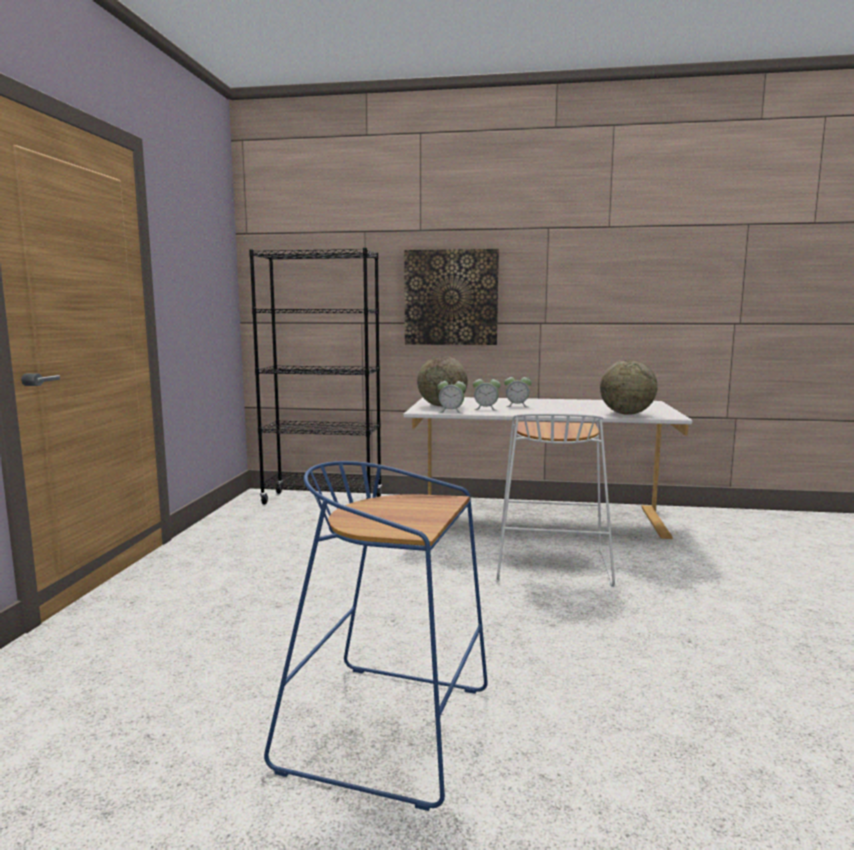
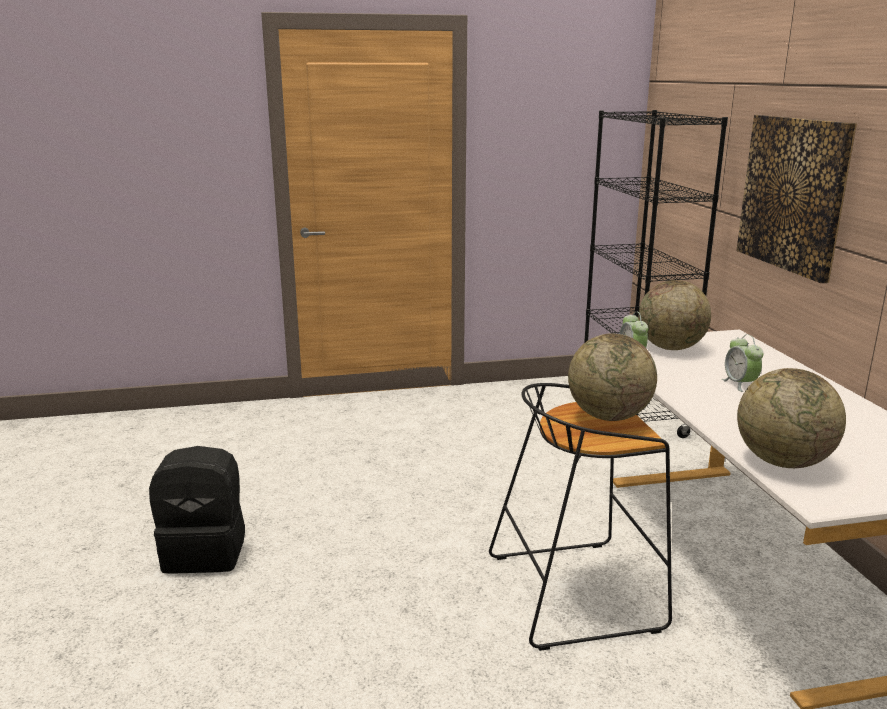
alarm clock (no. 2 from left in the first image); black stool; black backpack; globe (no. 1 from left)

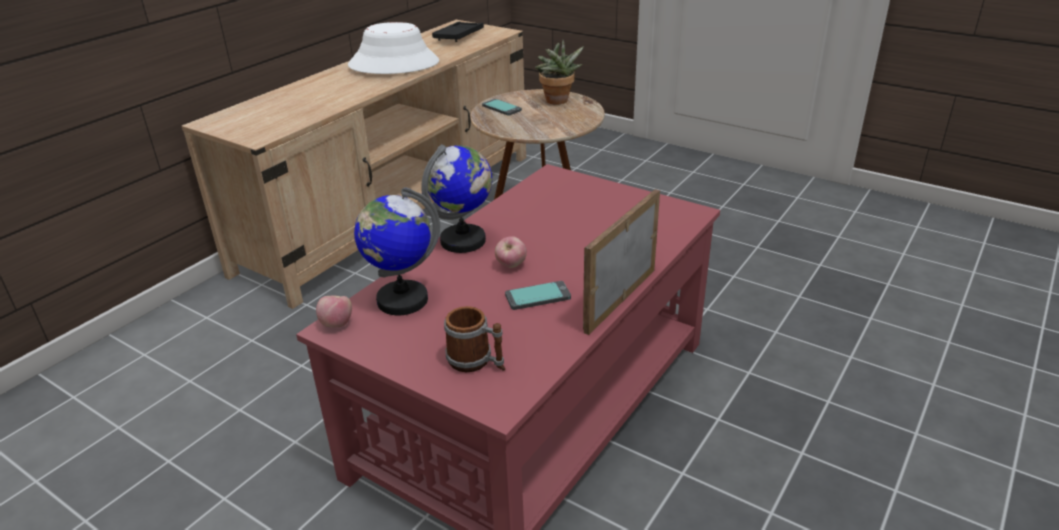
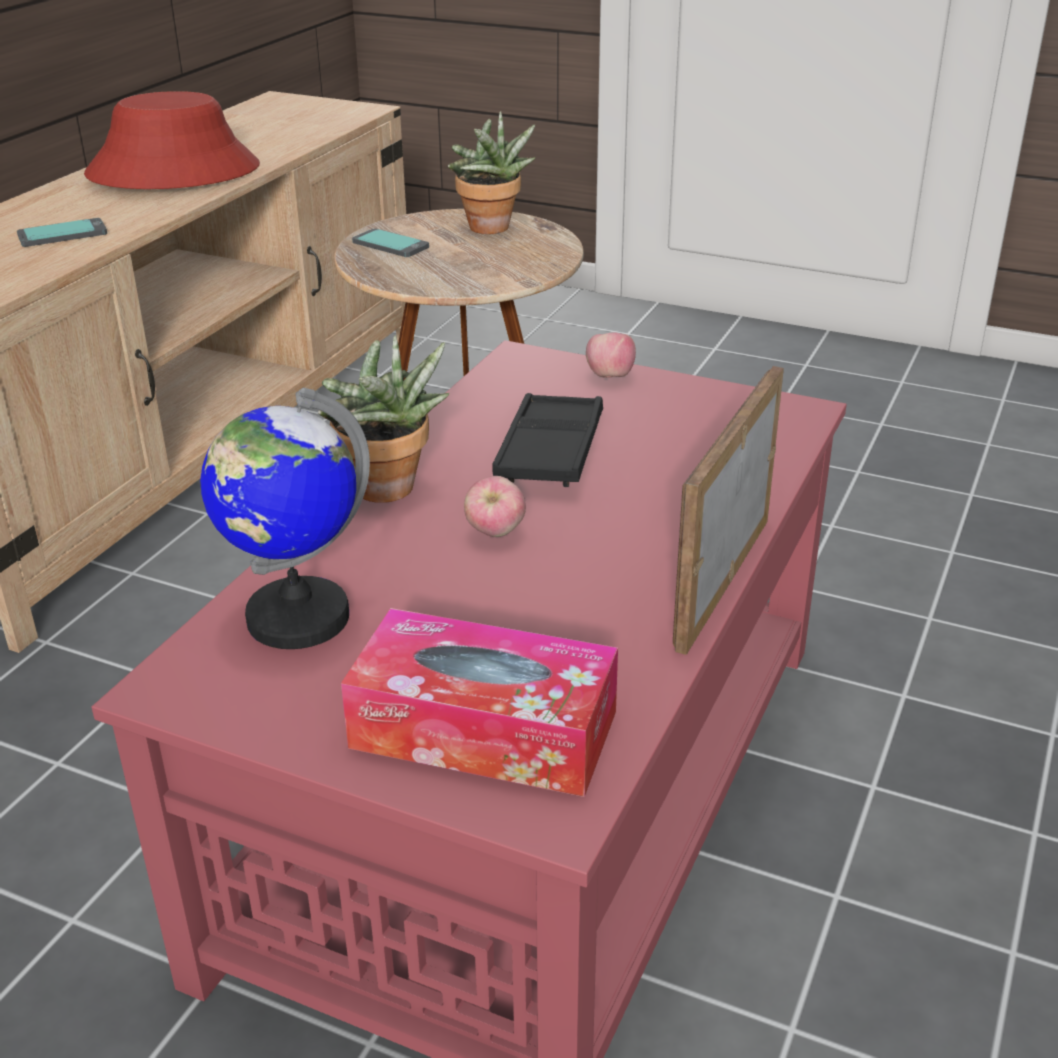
black tray; red hat; potted plant (no. 1 from left); phone (no. 1 from left); apple (no. 2 from left); tissue box

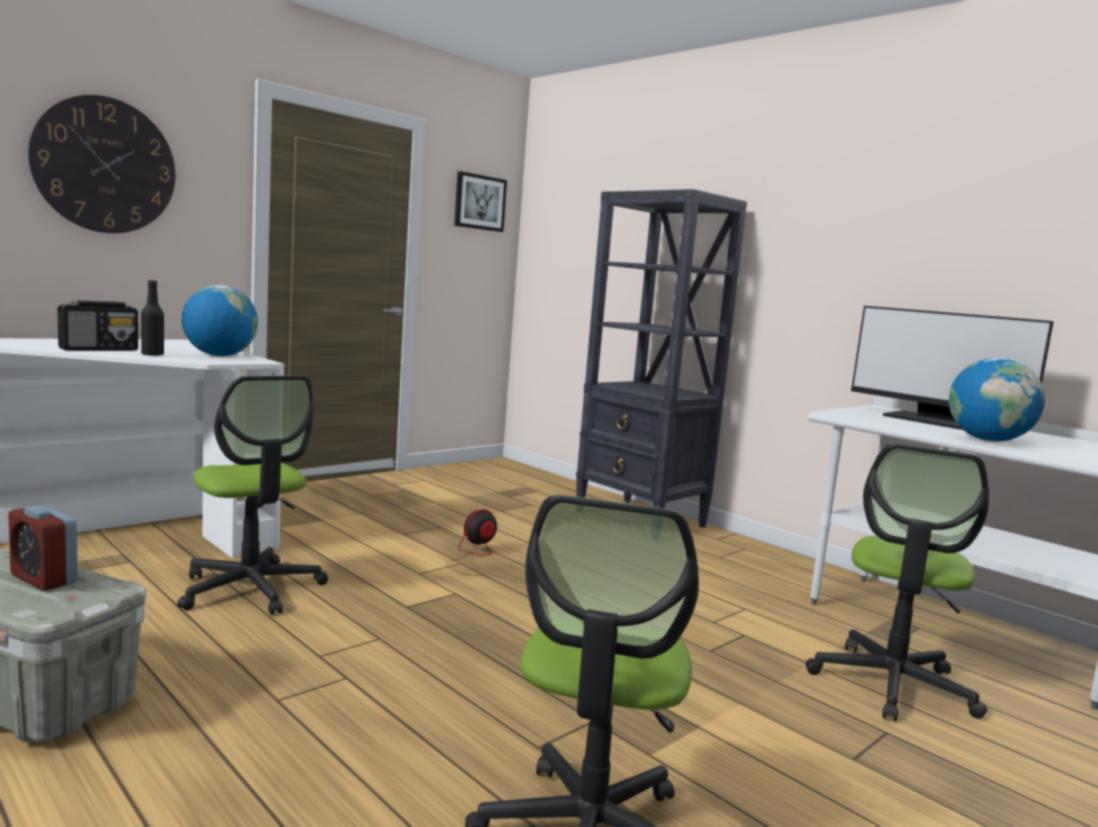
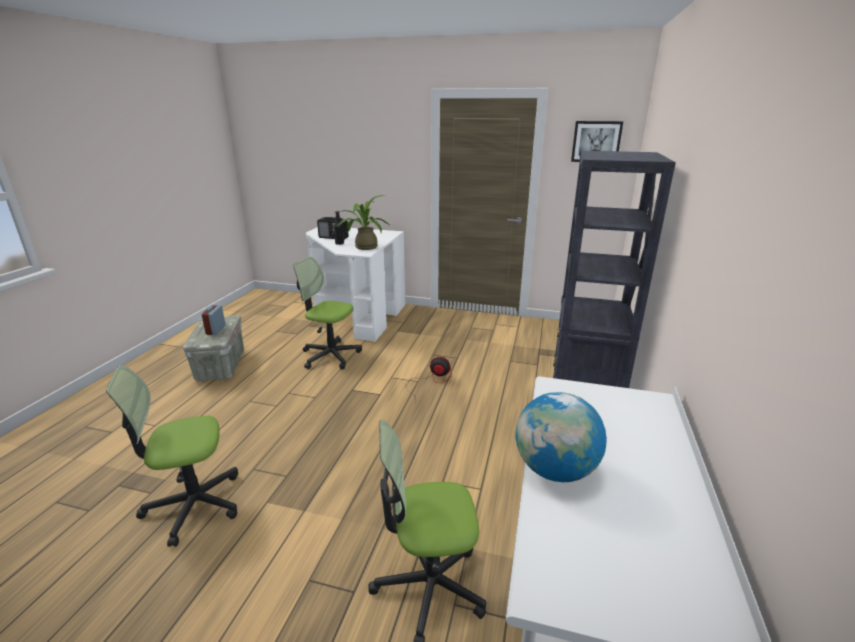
wall clock; potted plant; monitor; office chair (no. 2 from left)

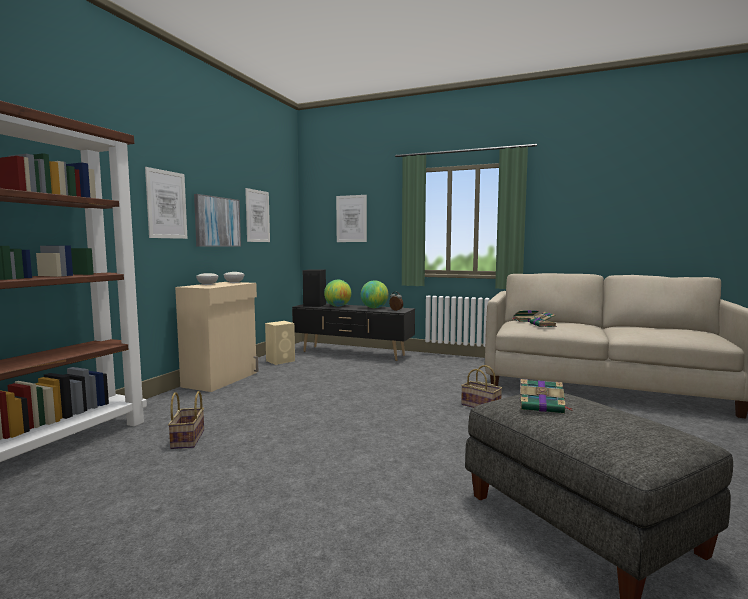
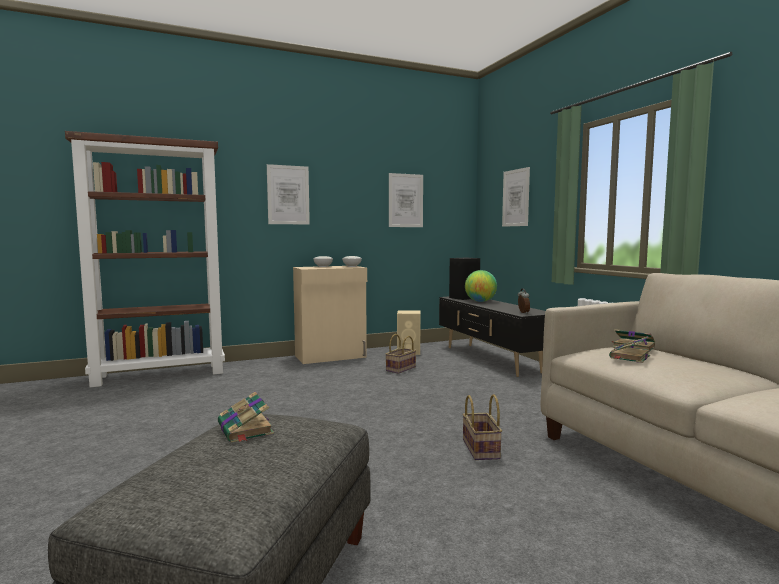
picture (no. 2 from left in the first image); globe (no. 2 from left in the first image); basket (no. 1 from left)

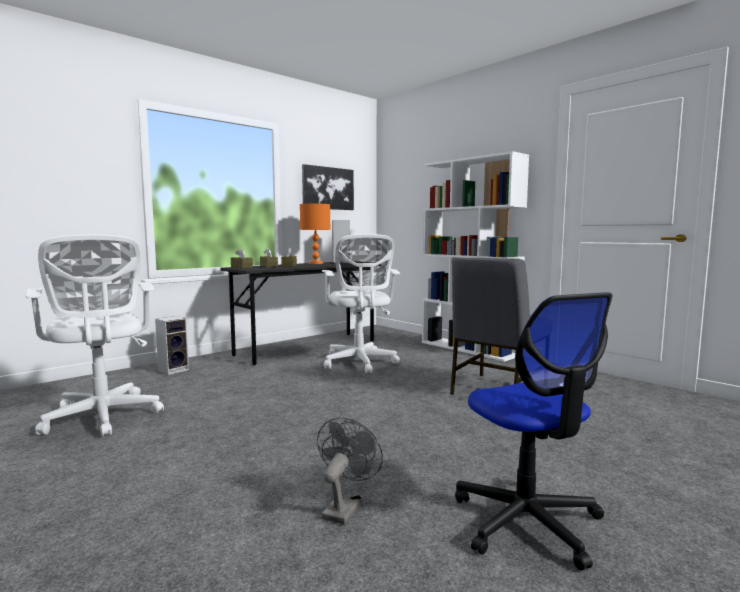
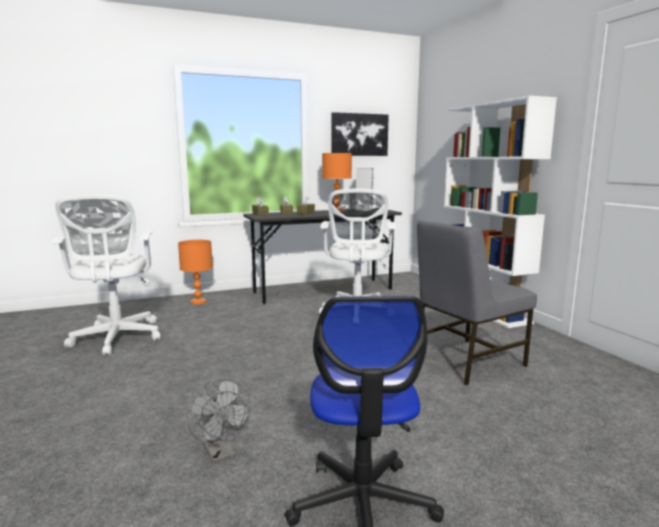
orange table lamp (no. 1 from left); grey fan

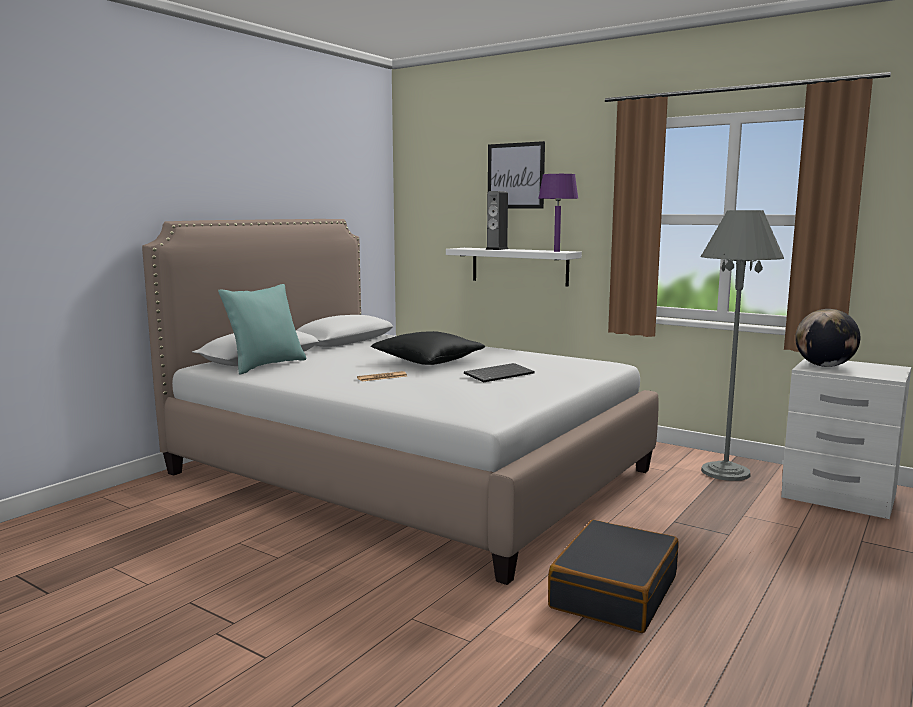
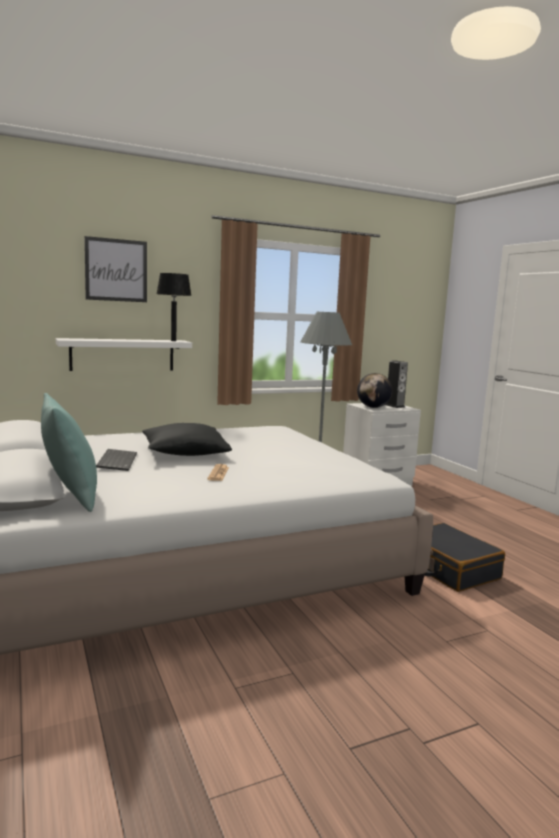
black table lamp; speaker; keyboard

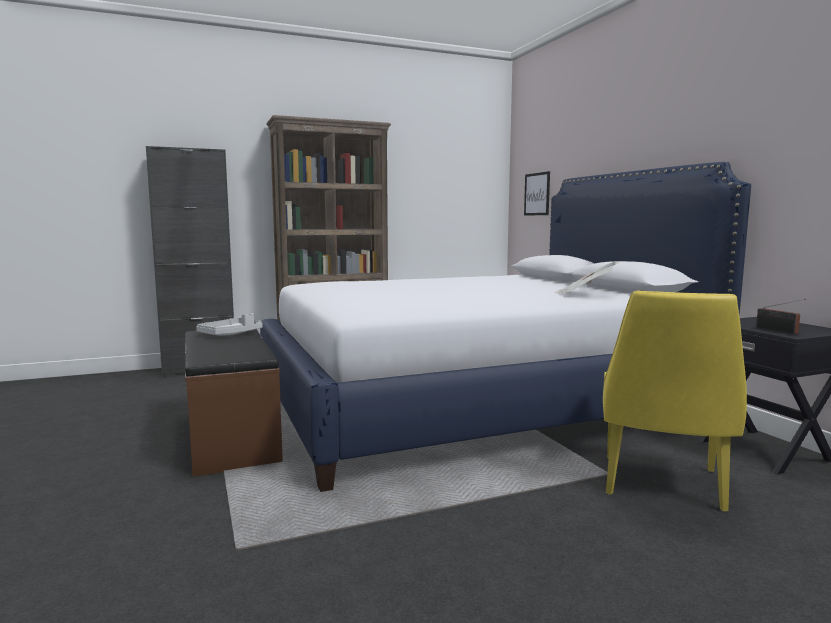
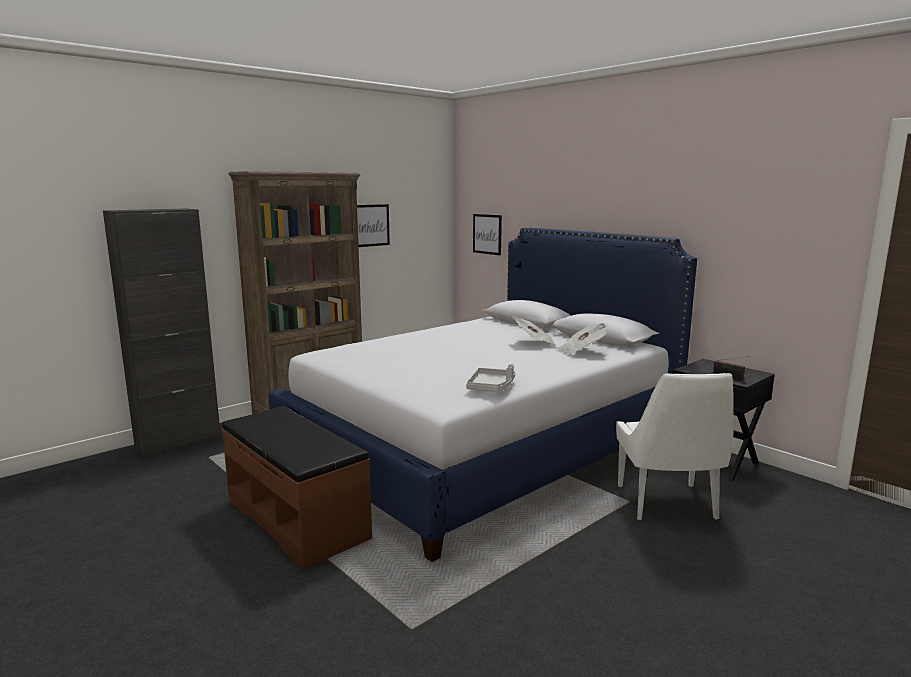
white chair; grey tray; picture (no. 1 from left); newspaper (no. 1 from left)

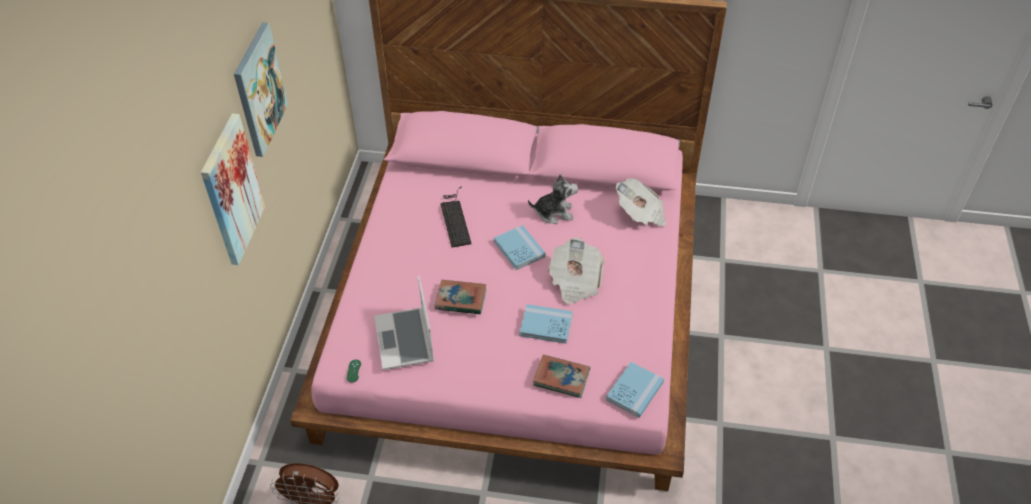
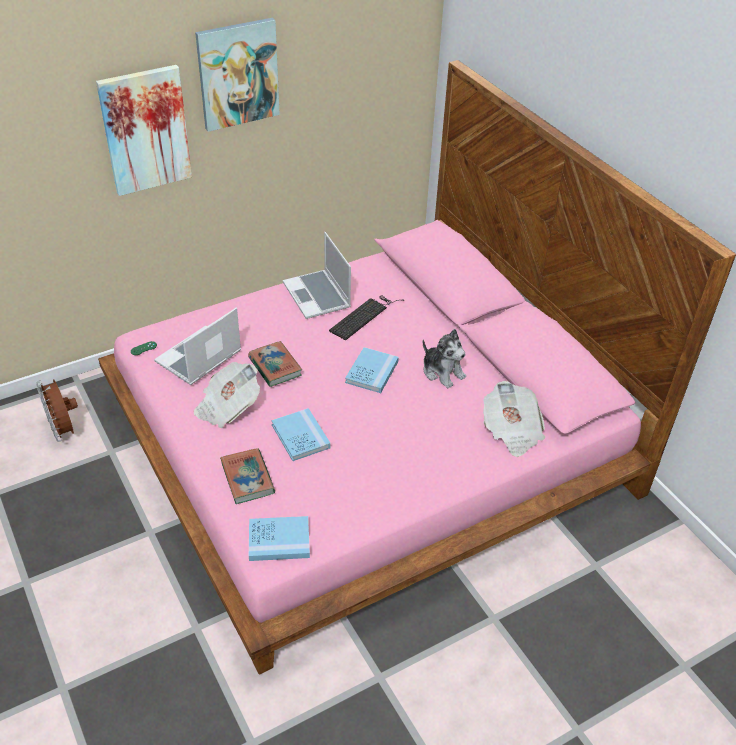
newspaper (no. 1 from left); laptop (no. 2 from left)

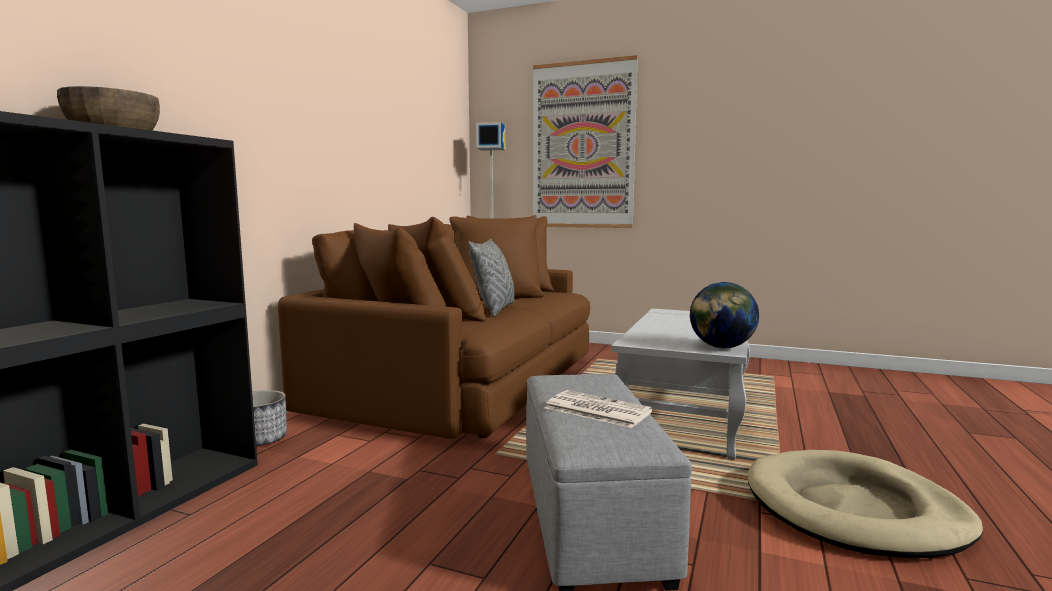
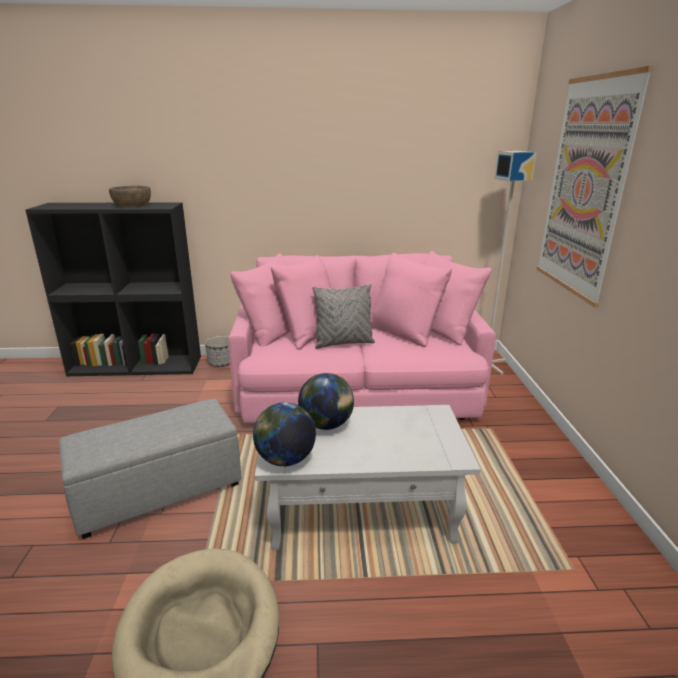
pink sofa; newspaper; globe (no. 2 from left)

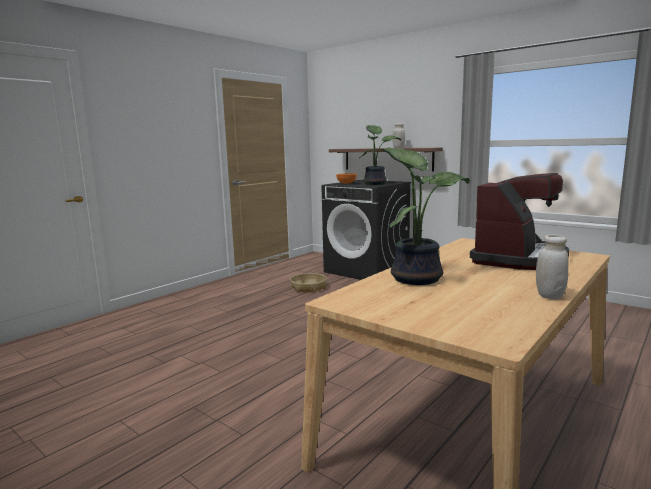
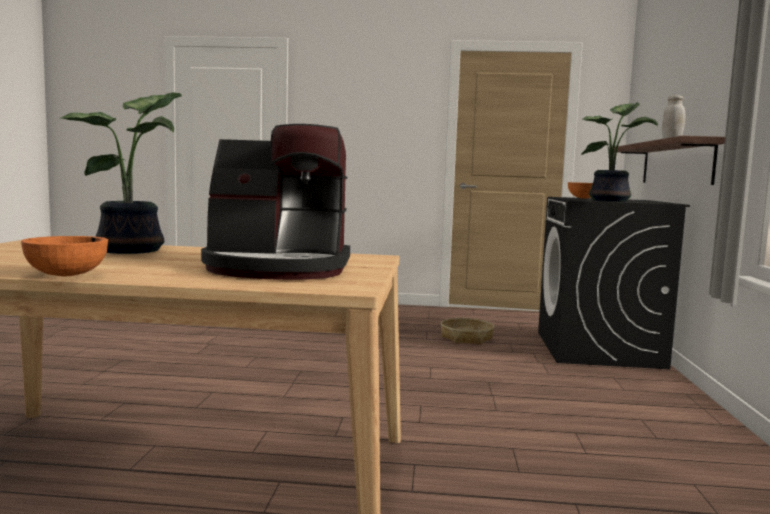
orange bowl (no. 1 from left)

